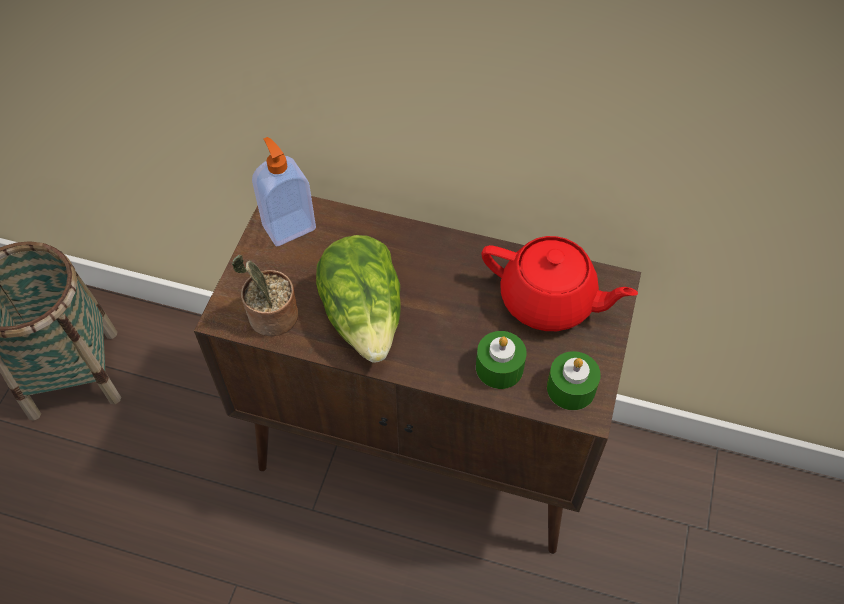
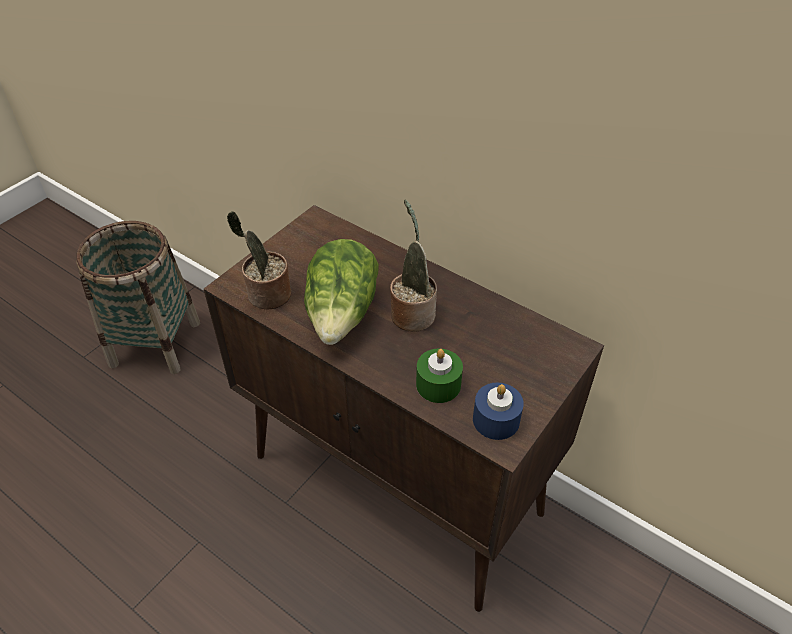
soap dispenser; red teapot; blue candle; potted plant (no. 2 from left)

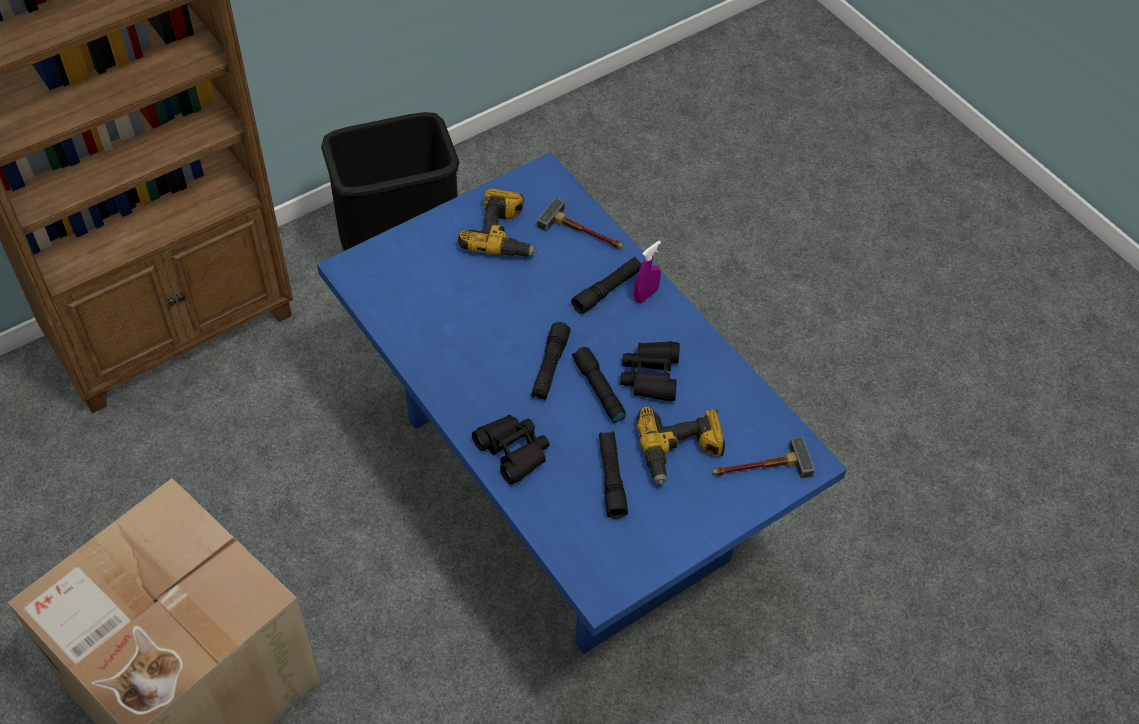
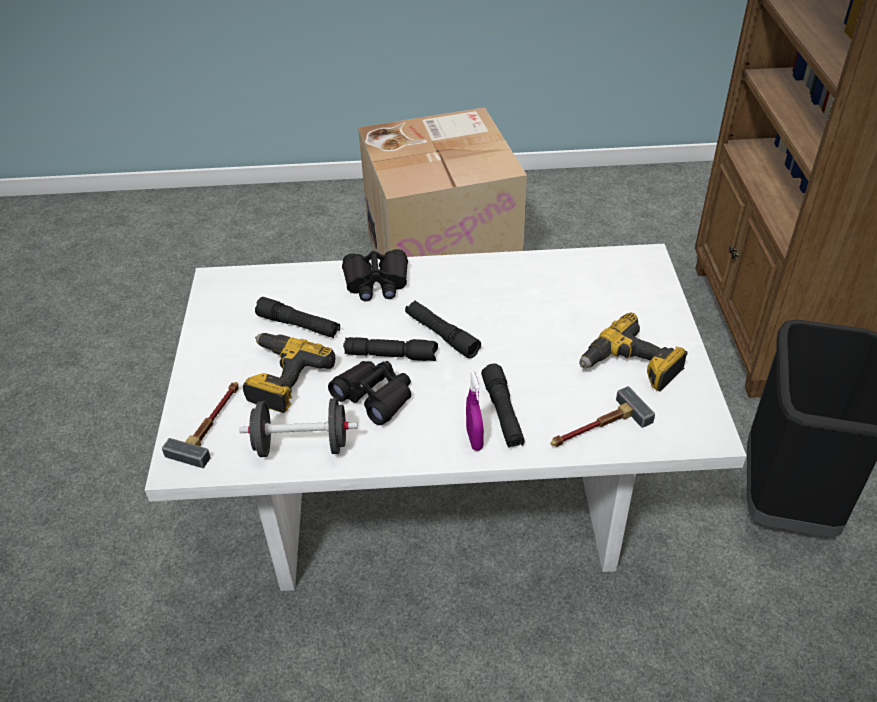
white dining table; black dumbbell

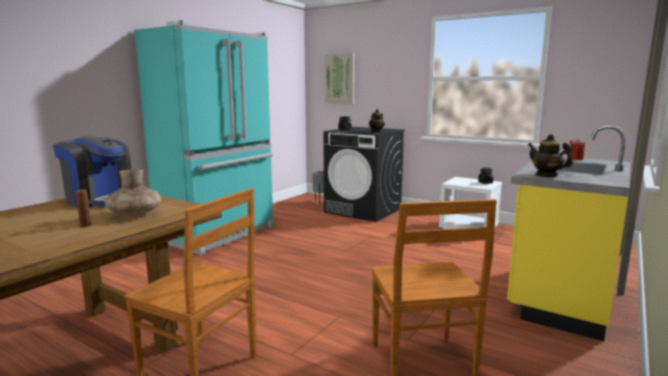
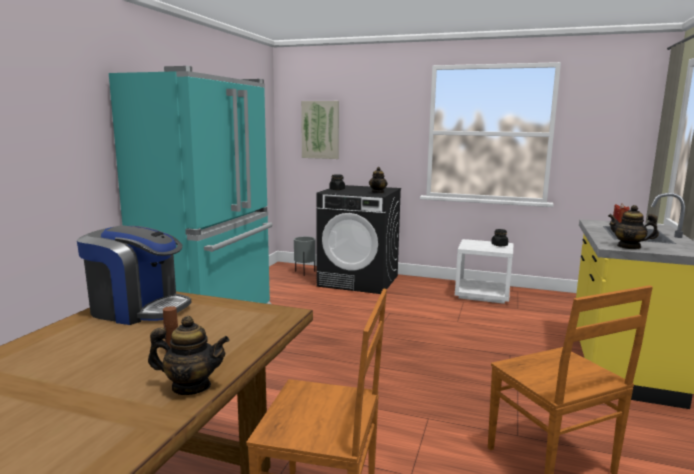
brown vase; teapot (no. 1 from left)

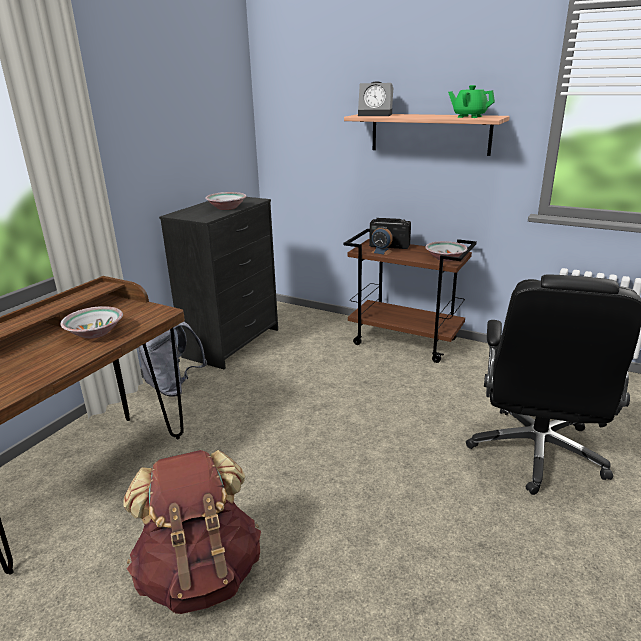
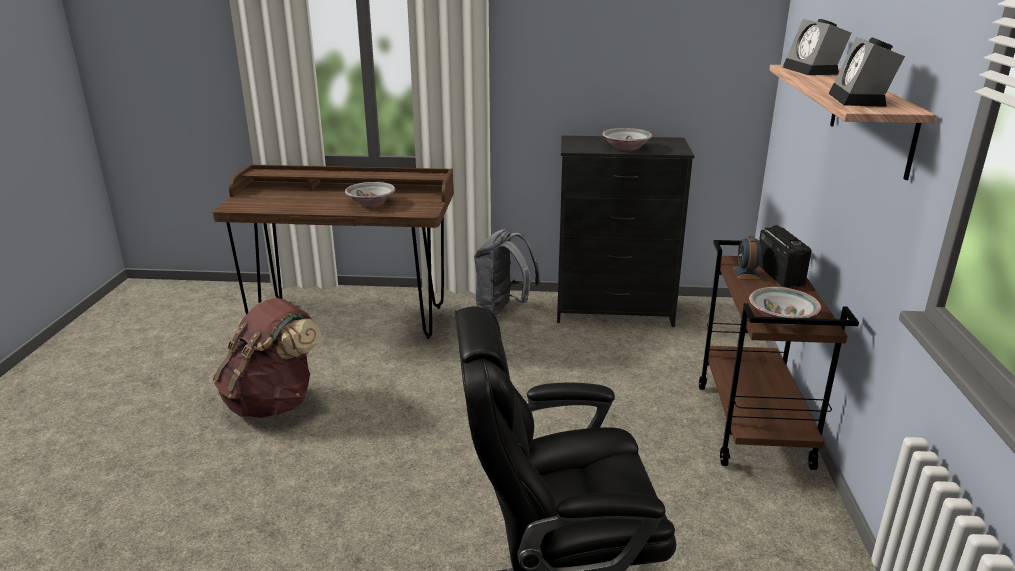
alarm clock (no. 3 from left)

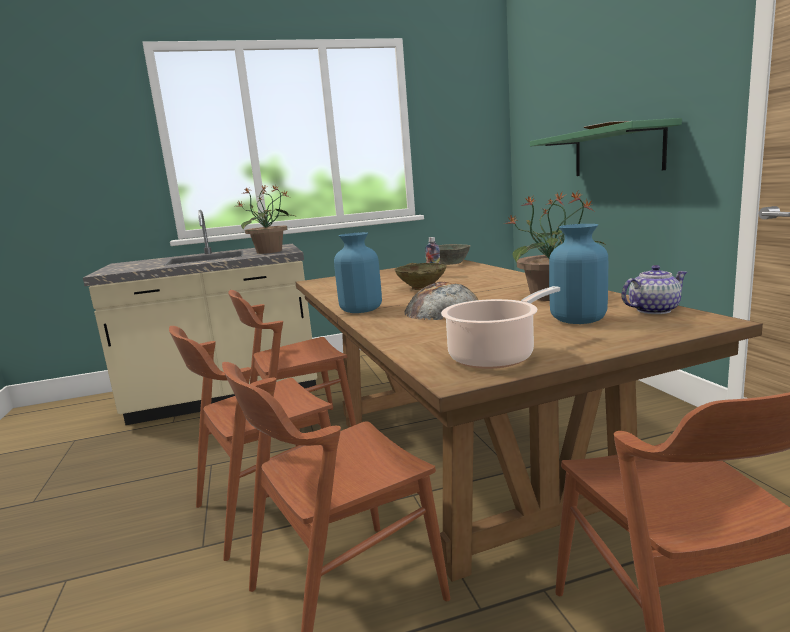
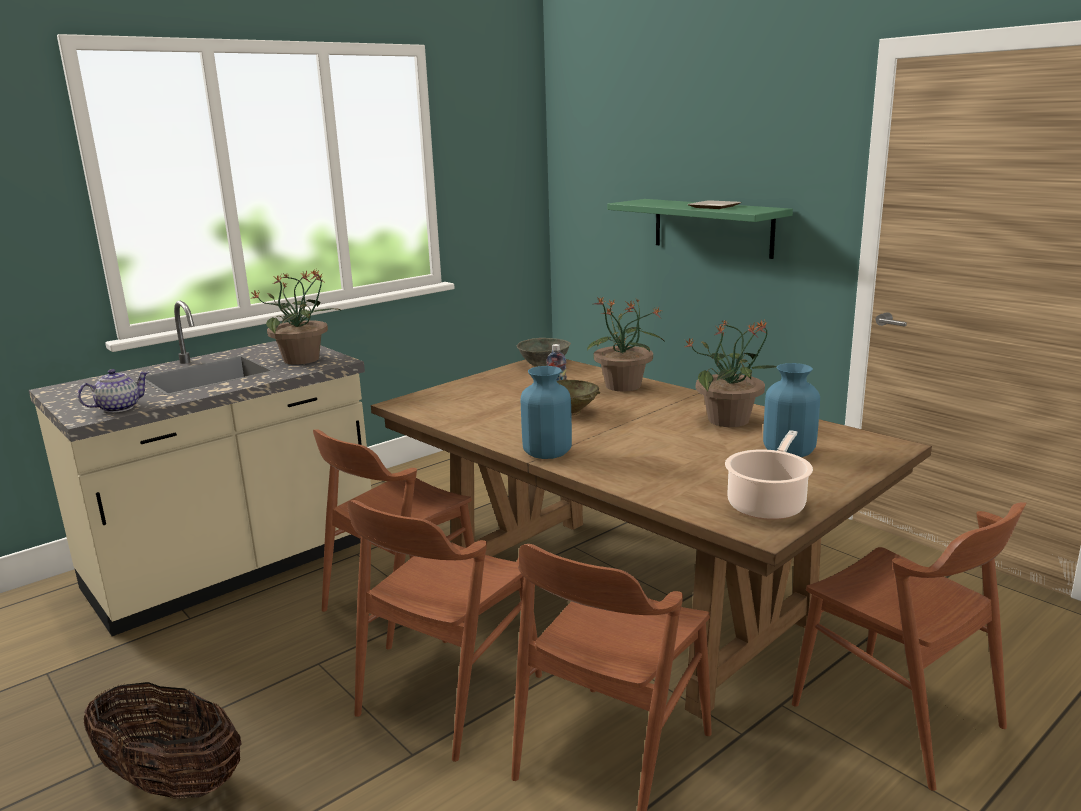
teapot; bread; potted plant (no. 2 from left); basket

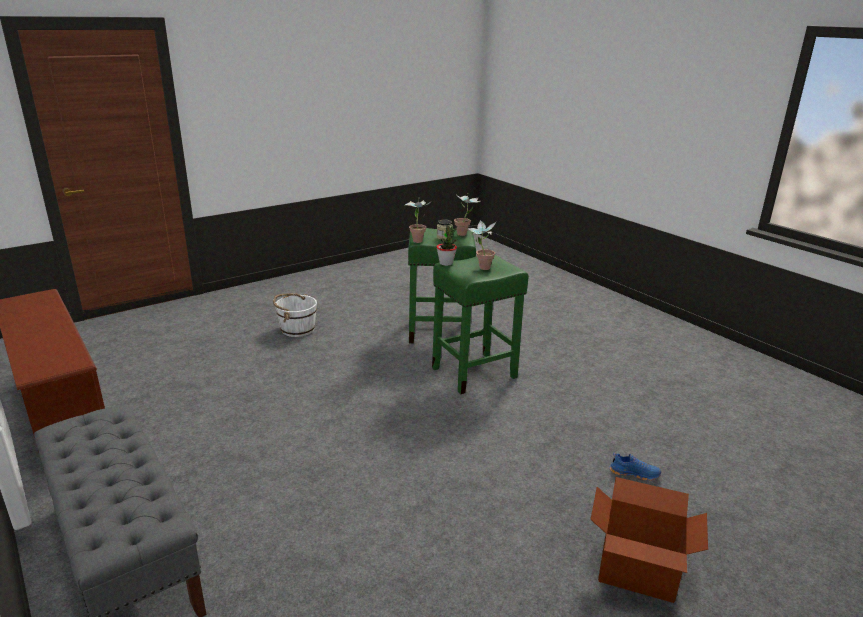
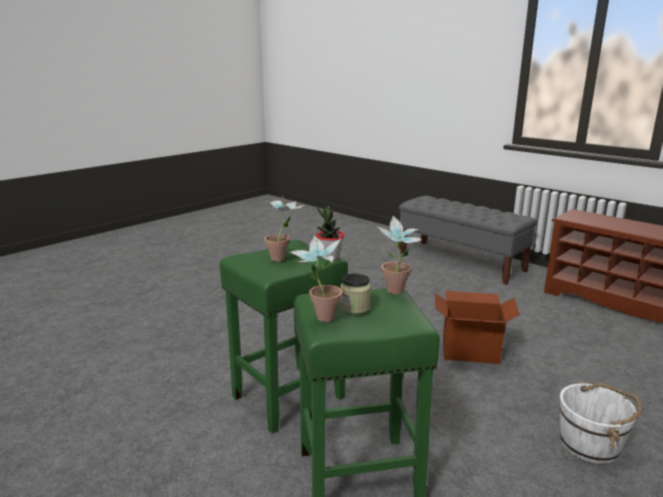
blue shoe; cardboard box

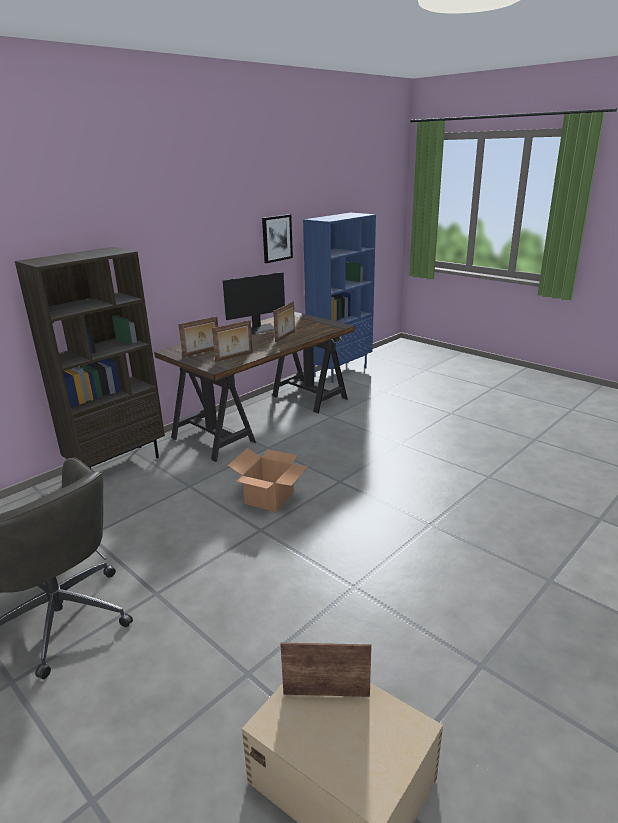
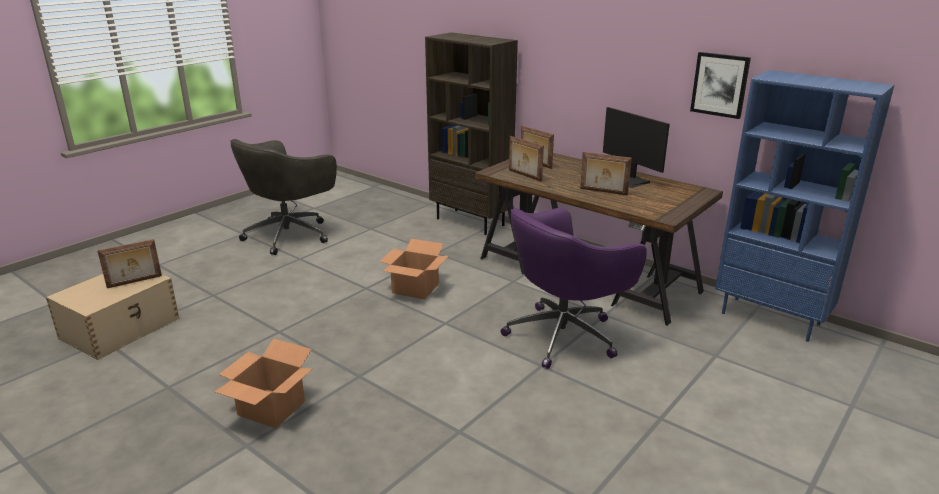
picture frame (no. 1 from left); purple office chair; cardboard box (no. 1 from left)

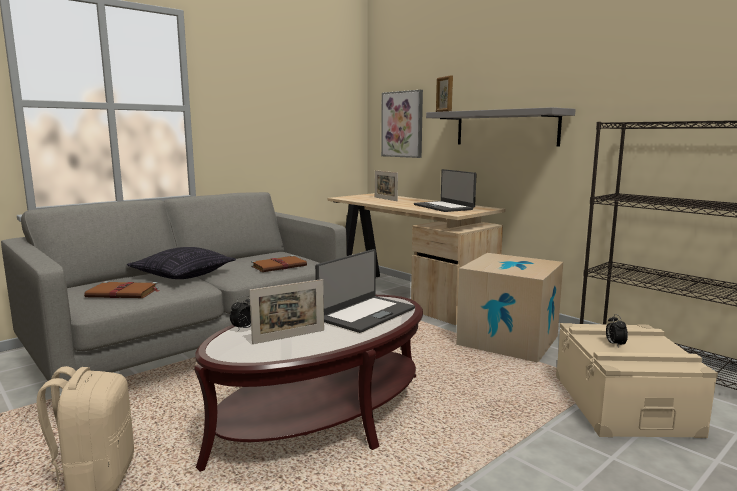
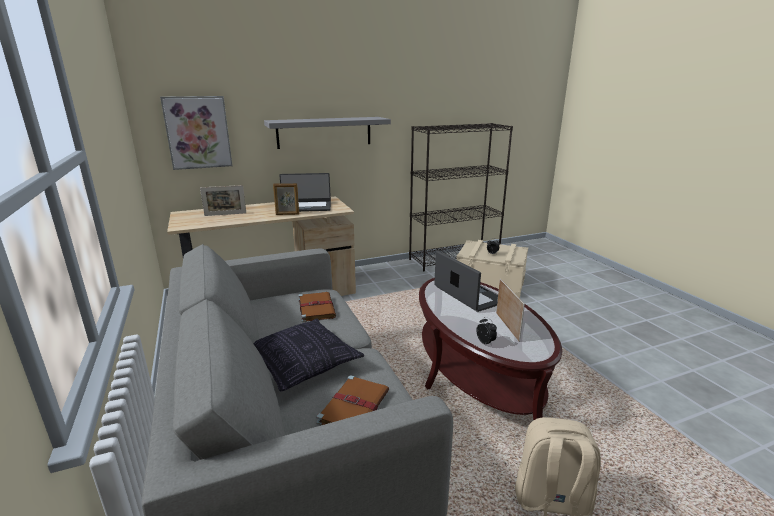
picture frame (no. 2 from left); cardboard box

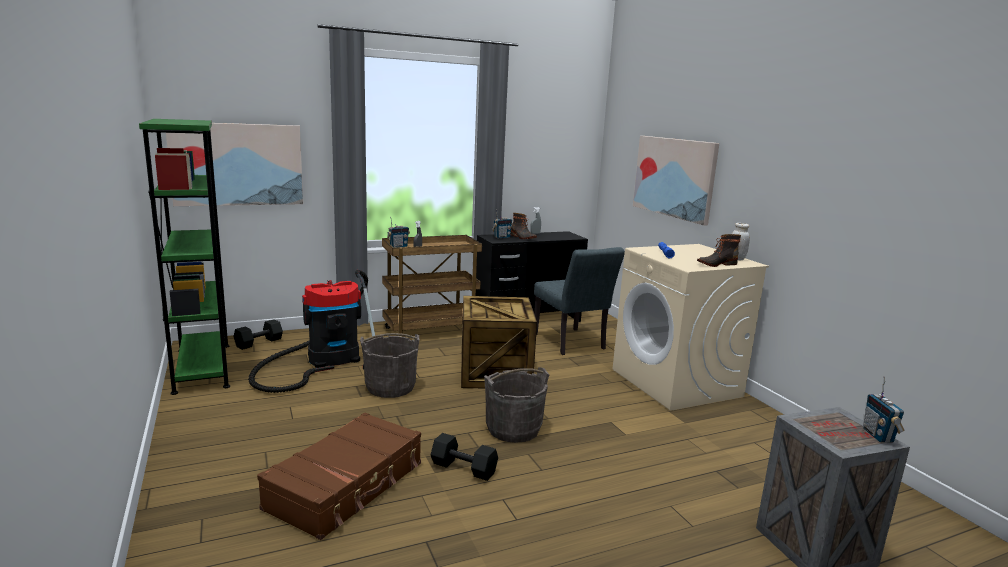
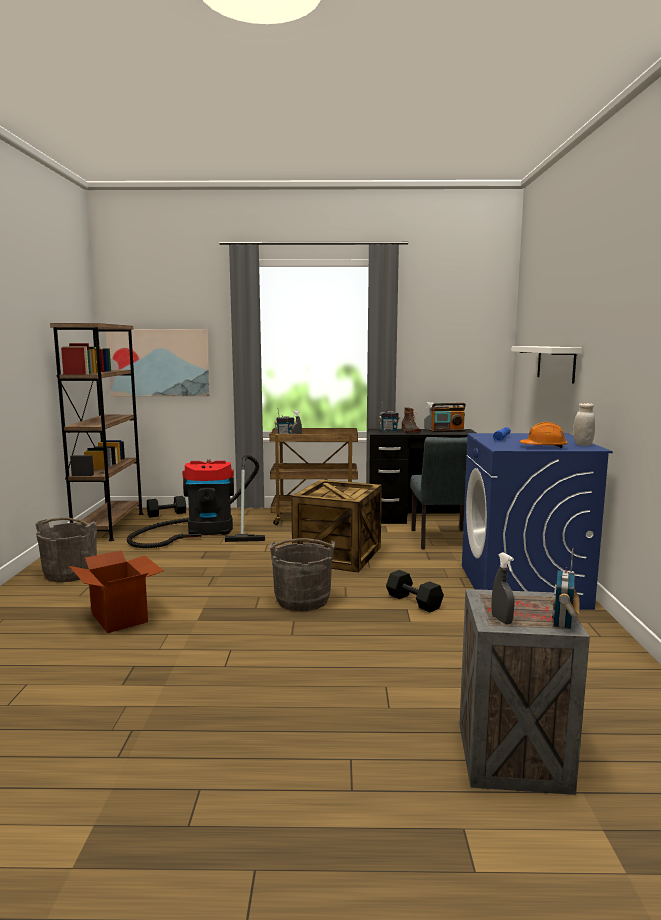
brown bookcase; white shelf; orange hard hat; blue washing machine; grey bucket (no. 1 from left); cardboard box; black dumbbell (no. 2 from left); radio (no. 3 from left); grey spray bottle (no. 3 from left)

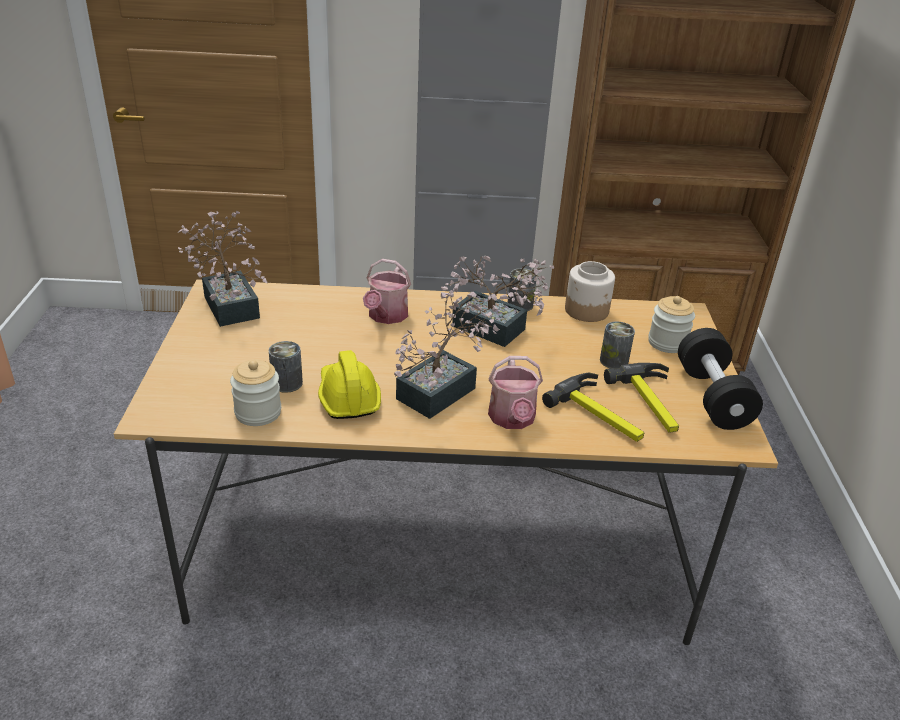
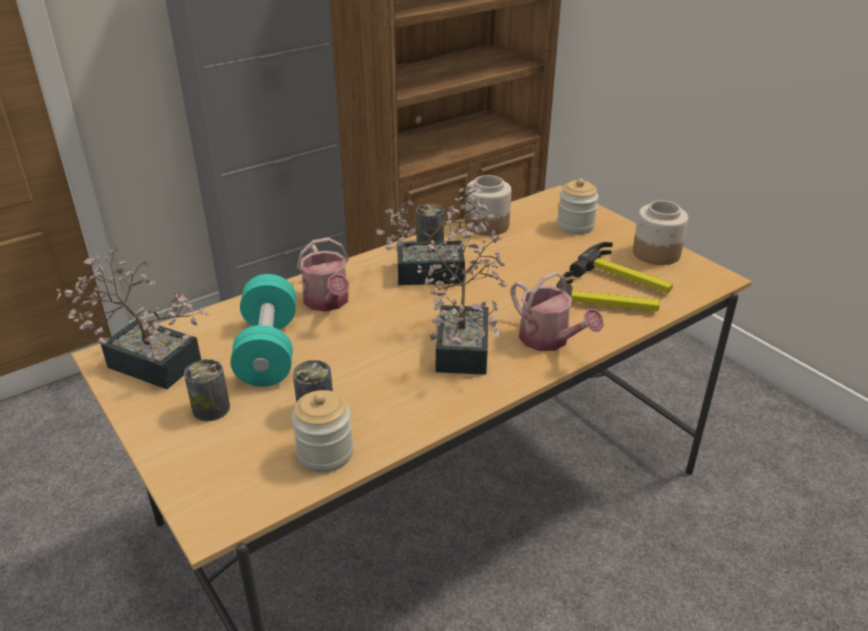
can (no. 1 from left); jar (no. 4 from left); yellow hard hat; turquoise dumbbell

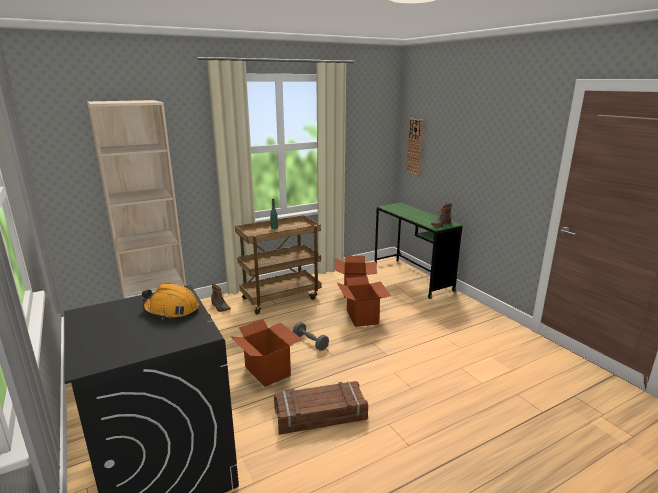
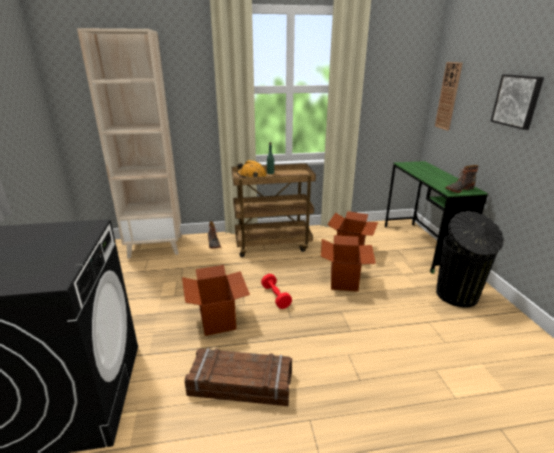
orange hard hat; red dumbbell; picture; black trash can

